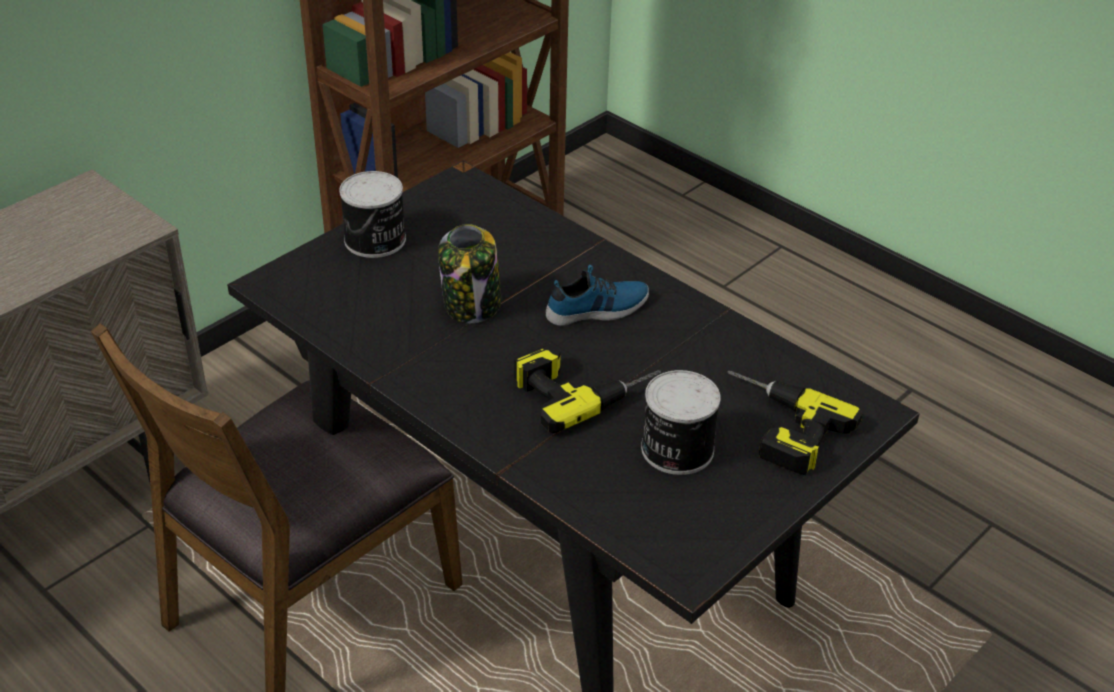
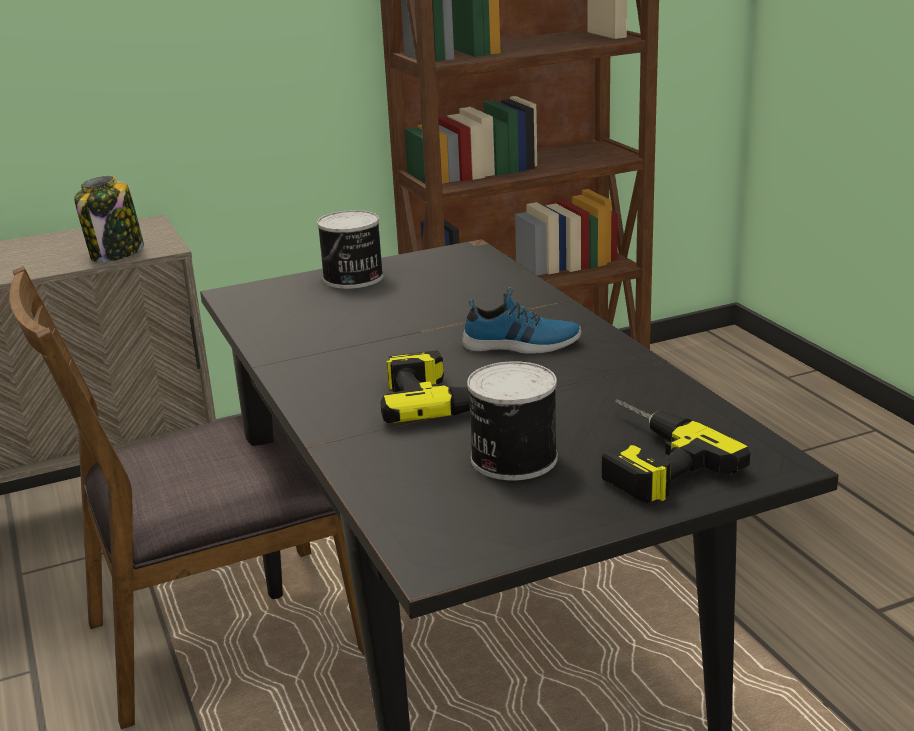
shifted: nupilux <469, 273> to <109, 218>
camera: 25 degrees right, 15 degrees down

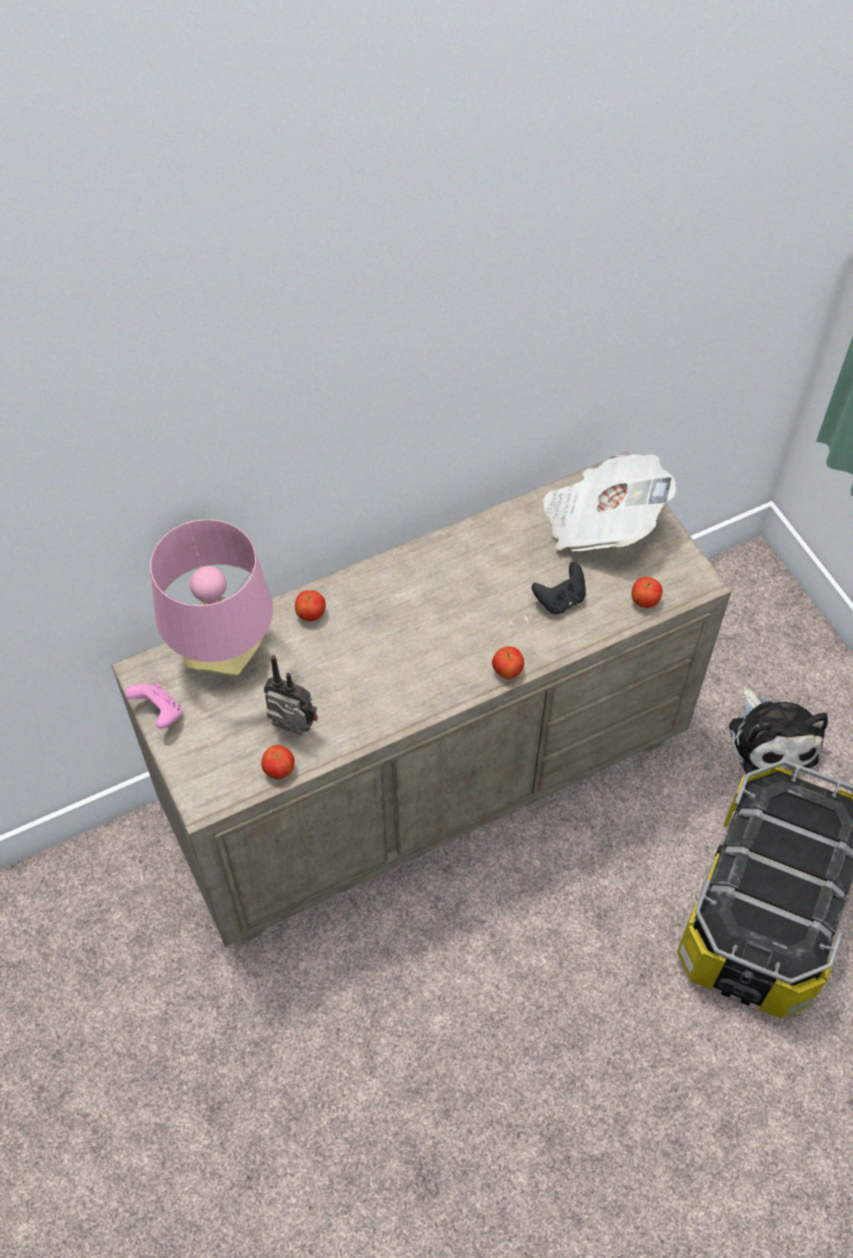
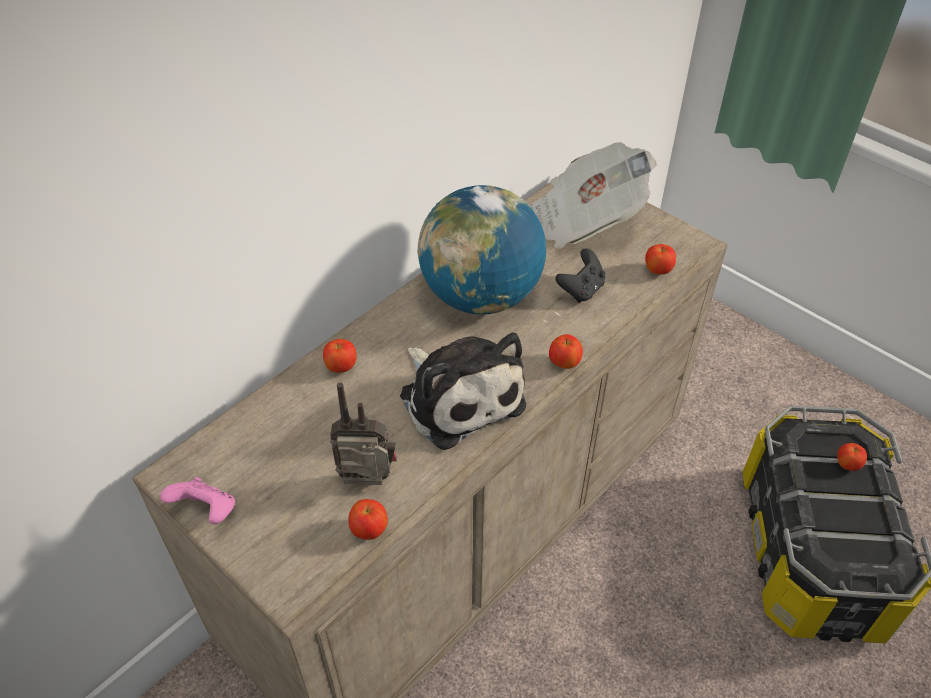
gone: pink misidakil <211, 597>
new: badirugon <481, 250>; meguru <852, 457>
shifted: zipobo <778, 730> to <463, 391>
camera: 20 degrees left, 10 degrees down

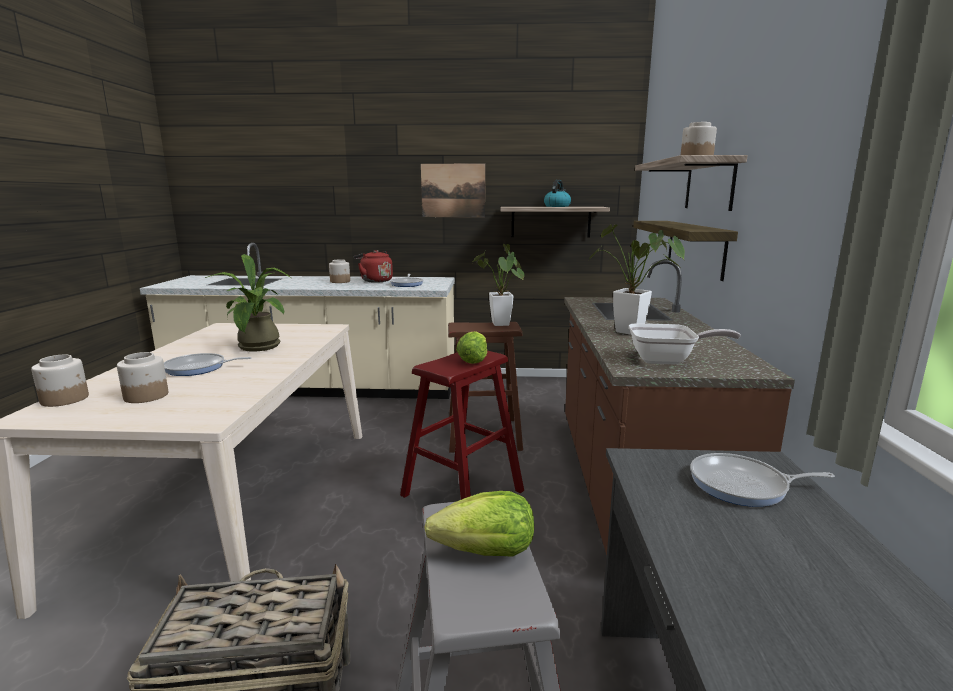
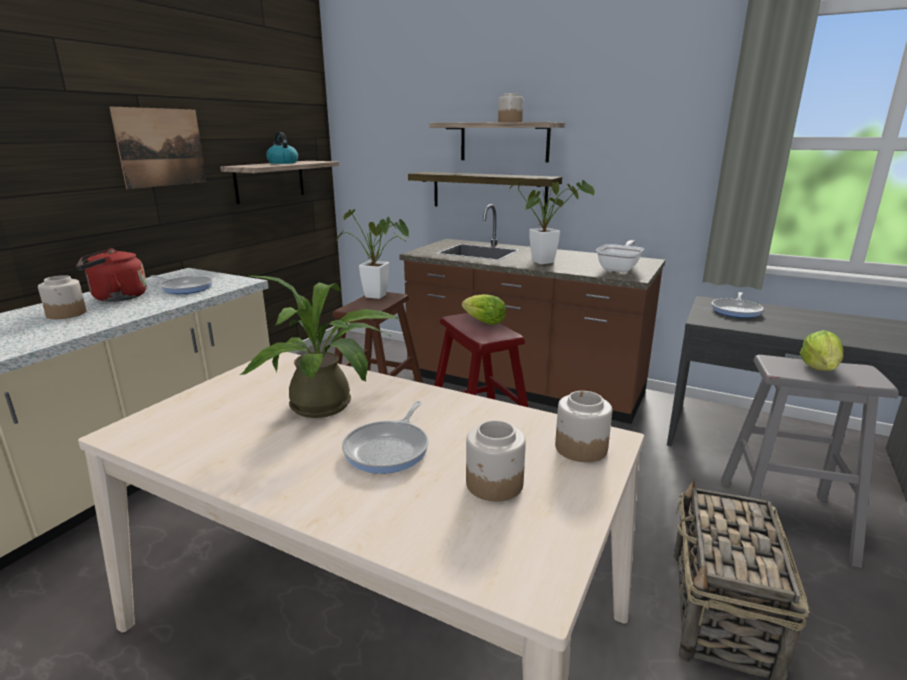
shifted: nupilux <60, 380> to <583, 426>
camera: 65 degrees left, 5 degrees up

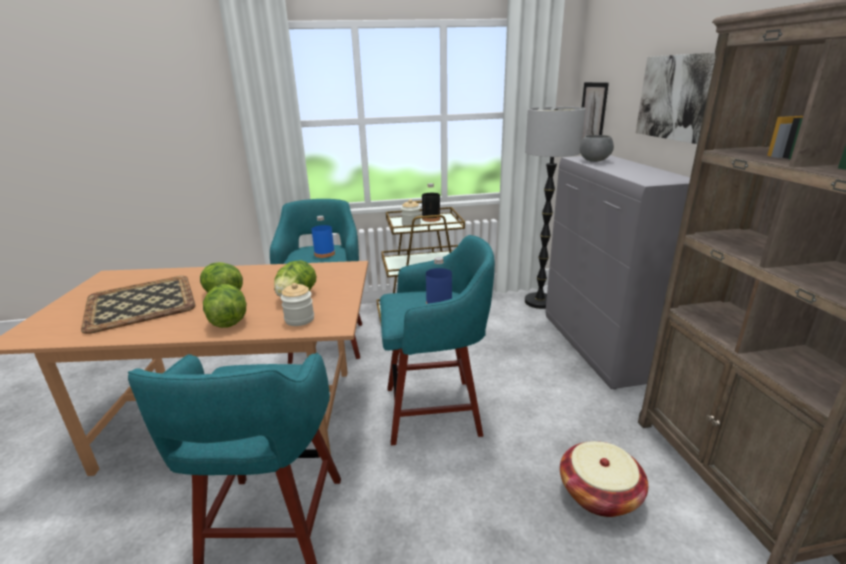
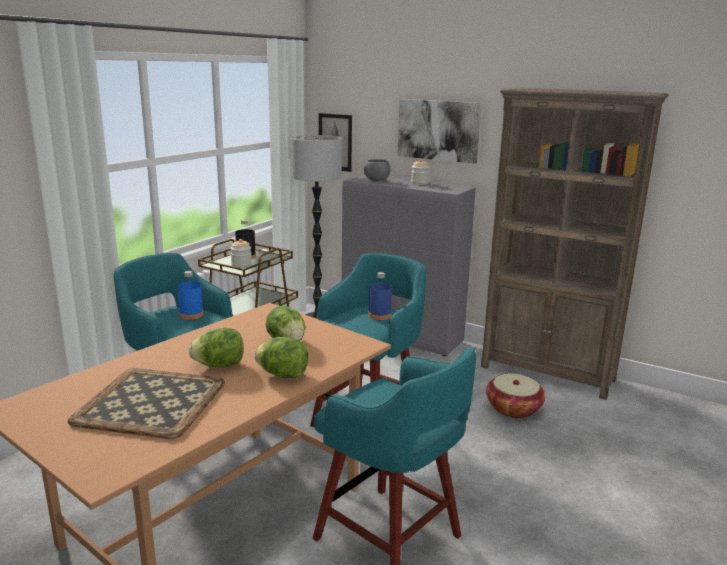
shifted: nupilux <297, 304> to <420, 172>
camera: 50 degrees left, 5 degrees down

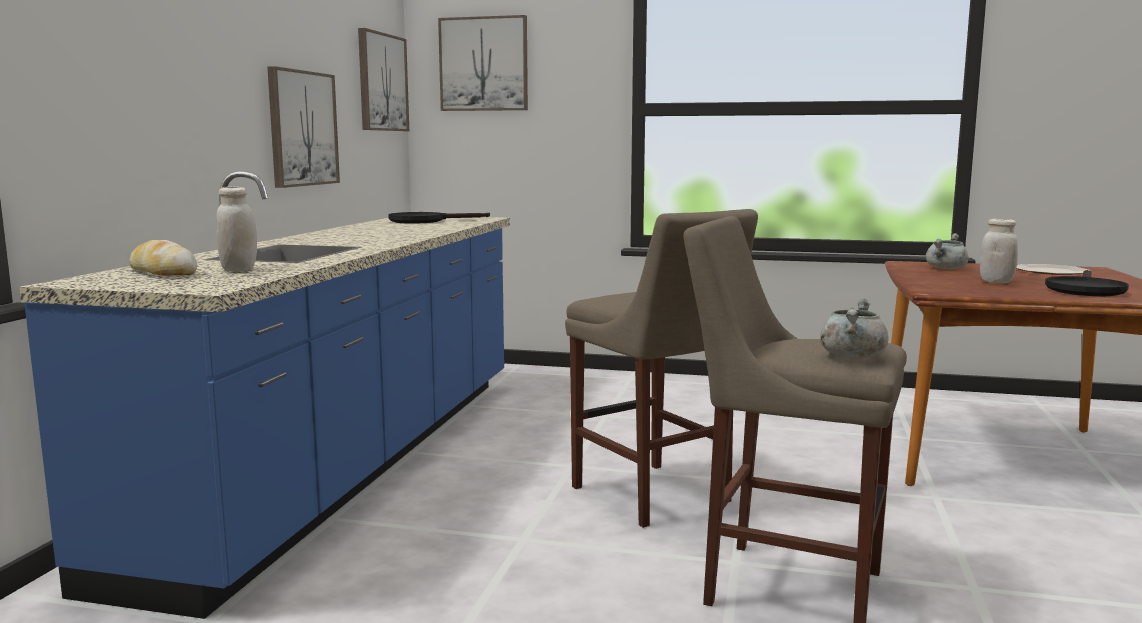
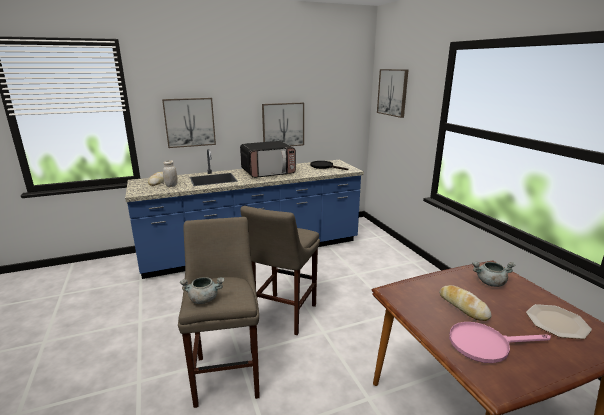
new: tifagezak <268, 159>
shifted: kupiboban <383, 79> to <189, 123>
swapped: white nupilux <999, 251> to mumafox <465, 303>
repainted: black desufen <1087, 283> to pink desufen <500, 342>
camera: 55 degrees right, 10 degrees up

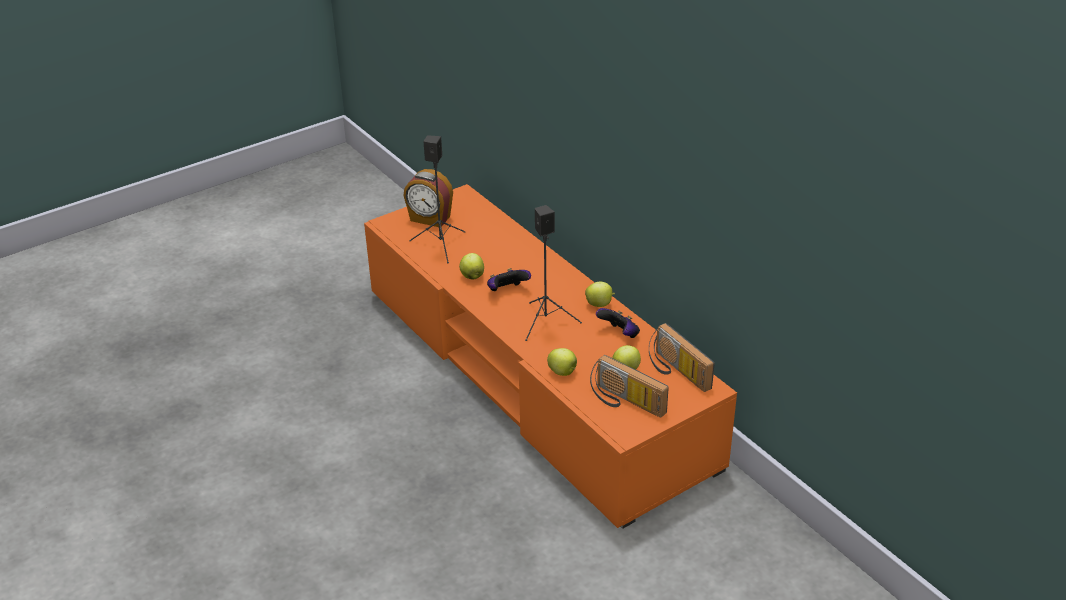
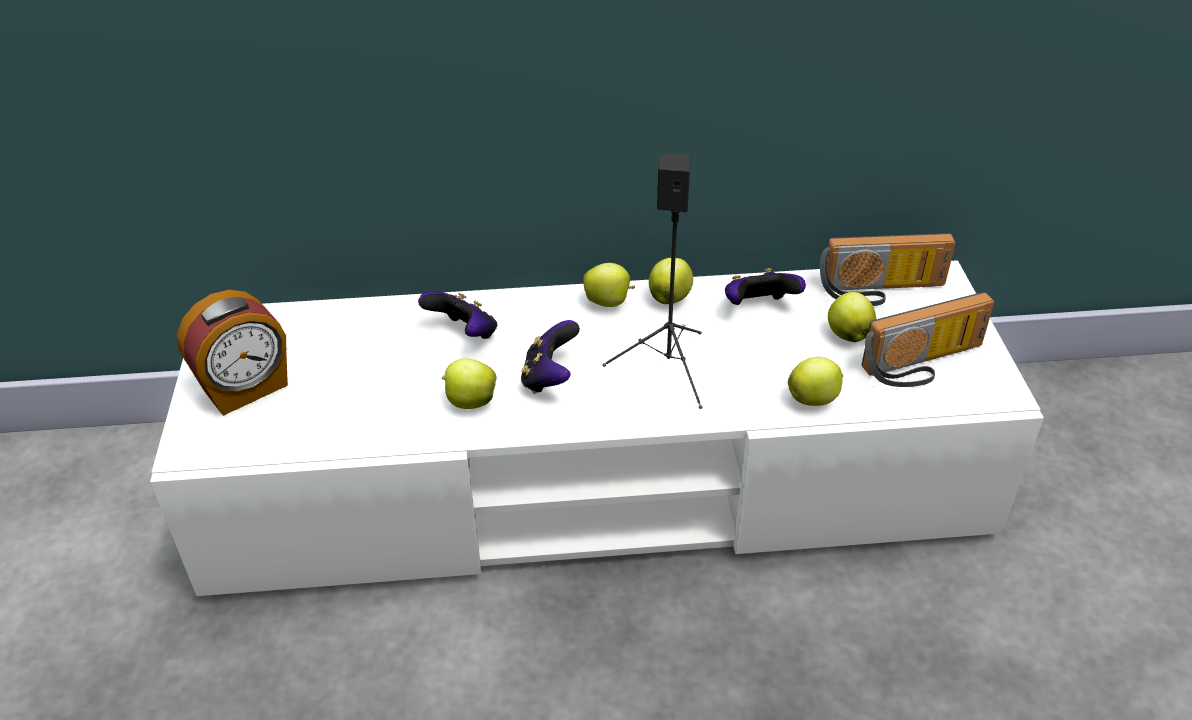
gone: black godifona <437, 199>
new: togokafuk <457, 315>; meguru <609, 285>
repainted: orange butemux <550, 356> to white butemux <597, 428>
camera: 60 degrees left, 5 degrees up

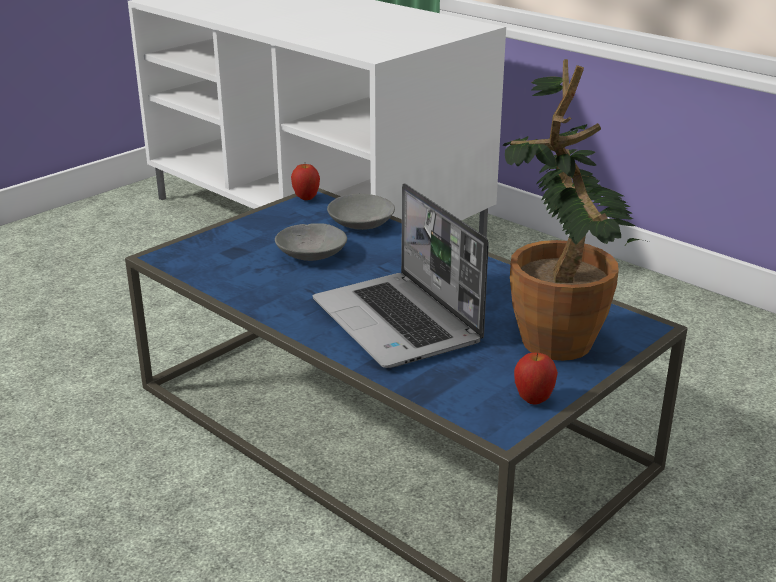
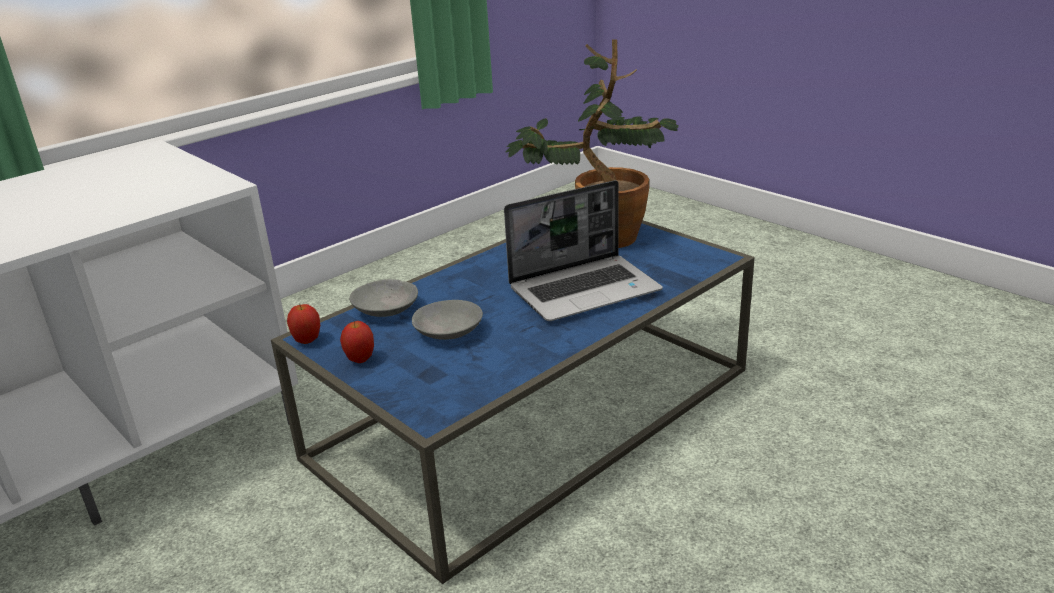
shifted: meguru <536, 379> to <357, 342>
camera: 85 degrees left, 0 degrees up

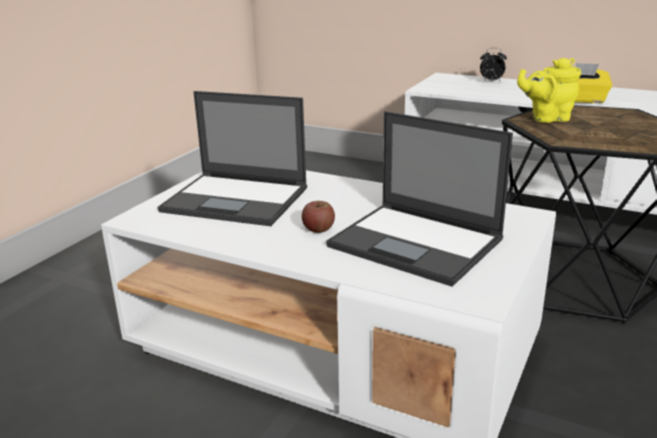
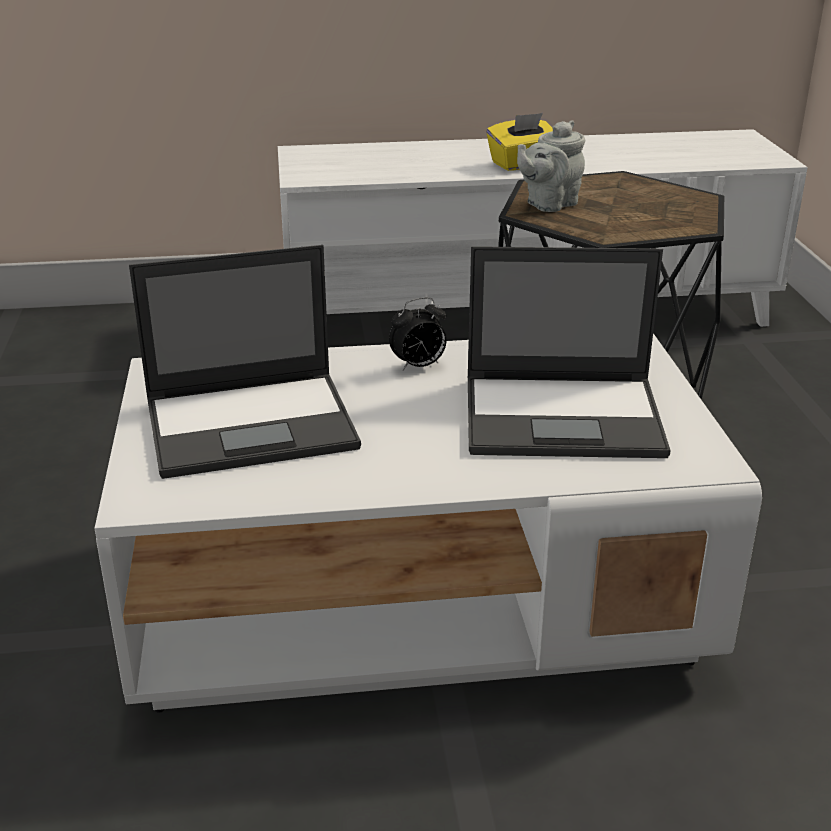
gone: meguru <318, 217>
shifted: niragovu <493, 65> to <417, 334>
repainted: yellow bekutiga <549, 90> to grey bekutiga <551, 166>
camera: 35 degrees left, 5 degrees up

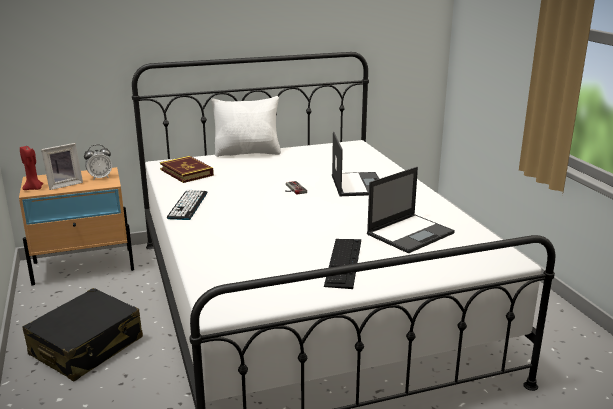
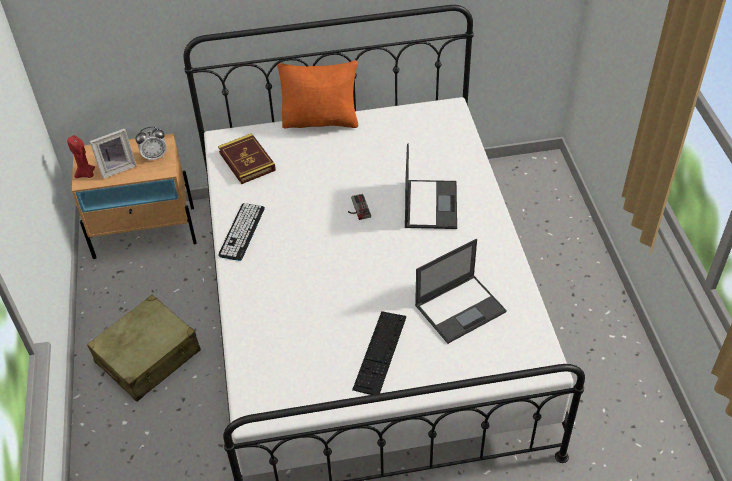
repainted: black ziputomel <82, 334> to beige ziputomel <144, 348>; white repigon <246, 126> to orange repigon <317, 94>
camera: 10 degrees right, 25 degrees up

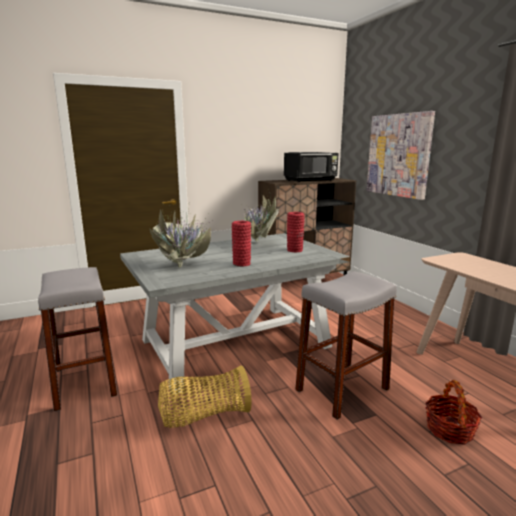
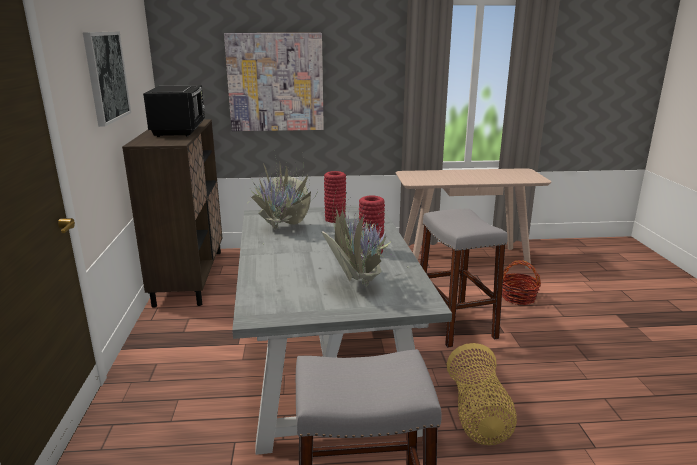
new: kupiboban <107, 79>
camera: 70 degrees left, 5 degrees up

